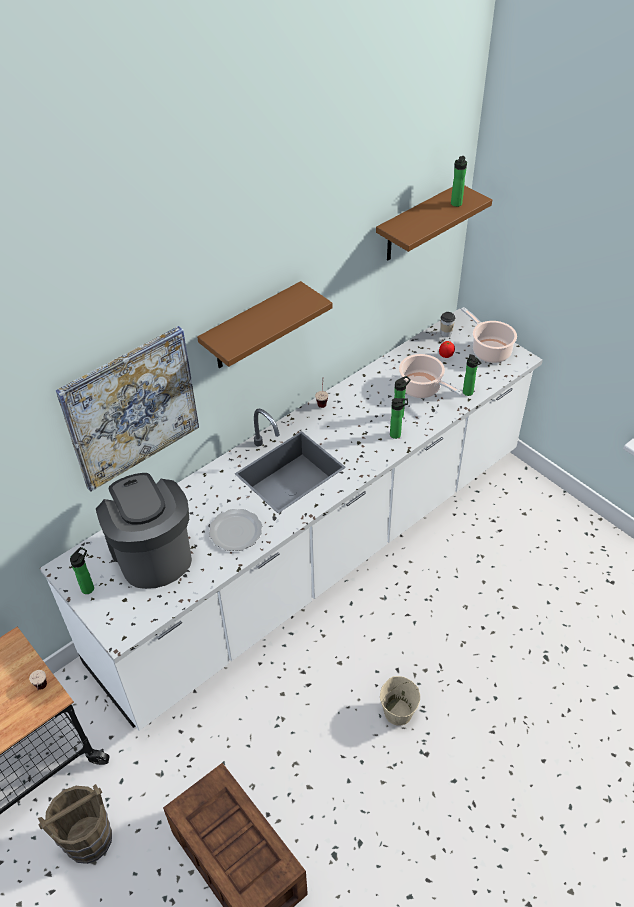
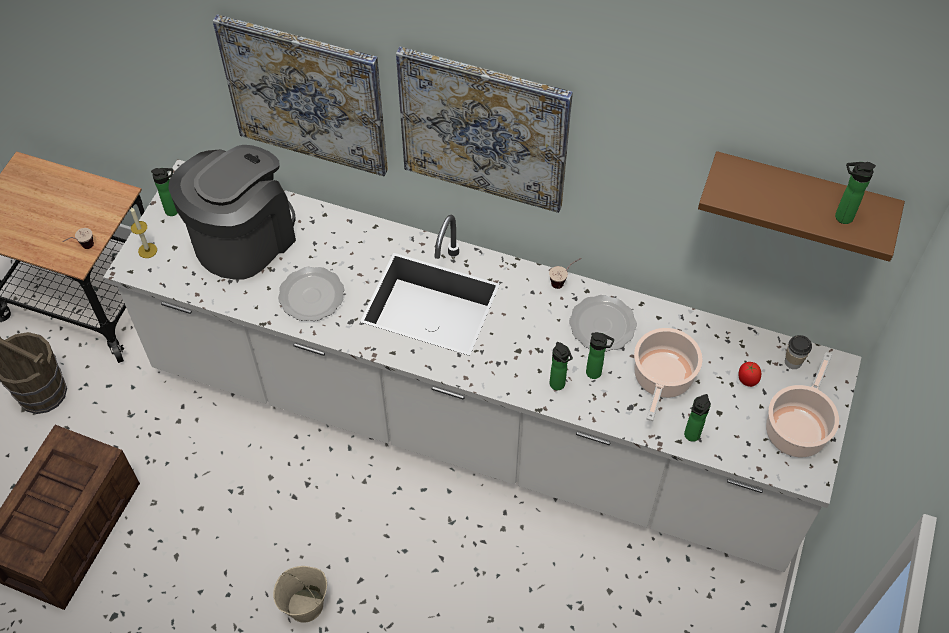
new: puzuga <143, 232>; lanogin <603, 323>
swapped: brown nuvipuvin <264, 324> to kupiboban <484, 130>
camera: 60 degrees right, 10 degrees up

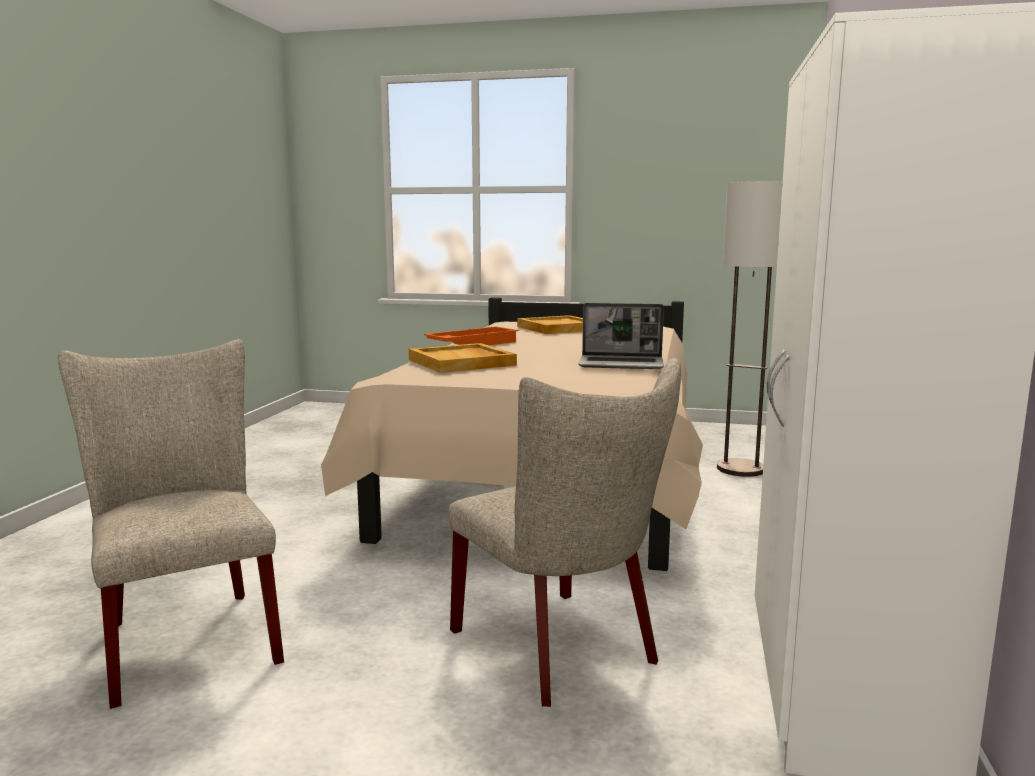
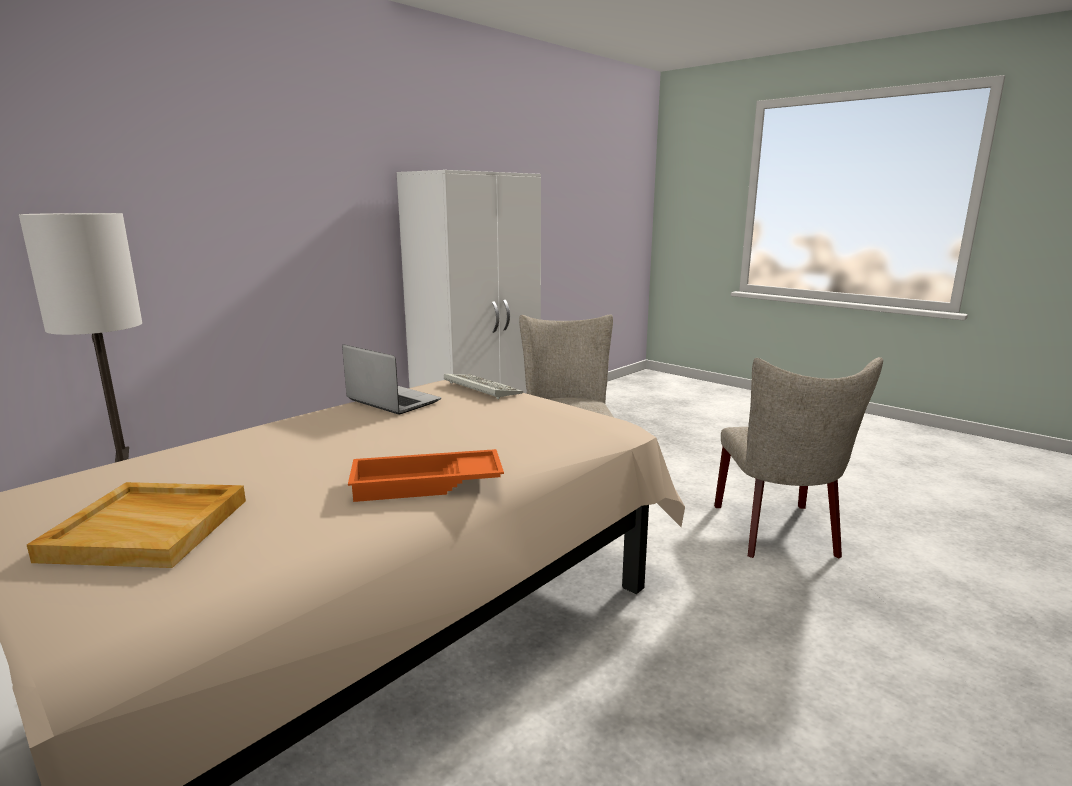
gone: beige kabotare <463, 358>
new: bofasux <483, 386>
camera: 150 degrees left, 5 degrees up

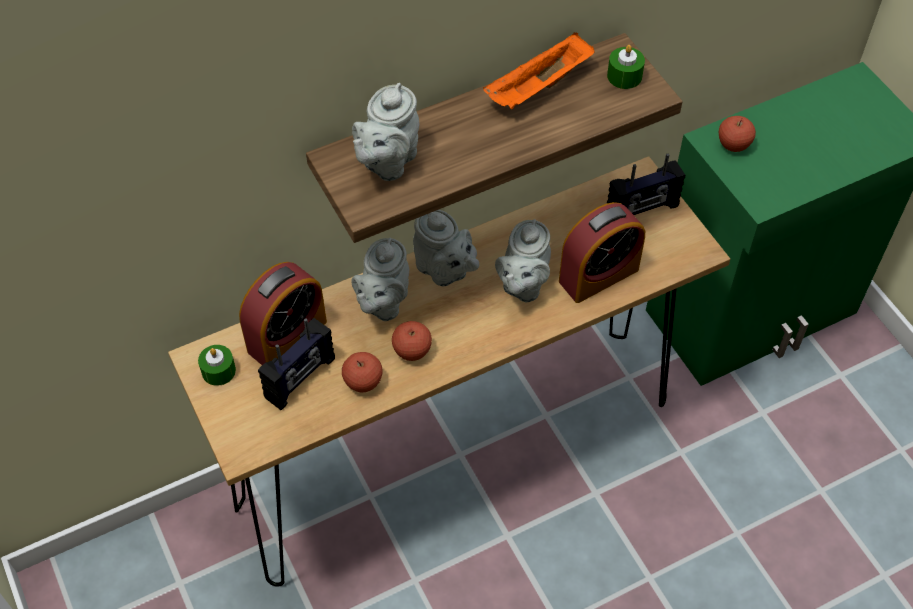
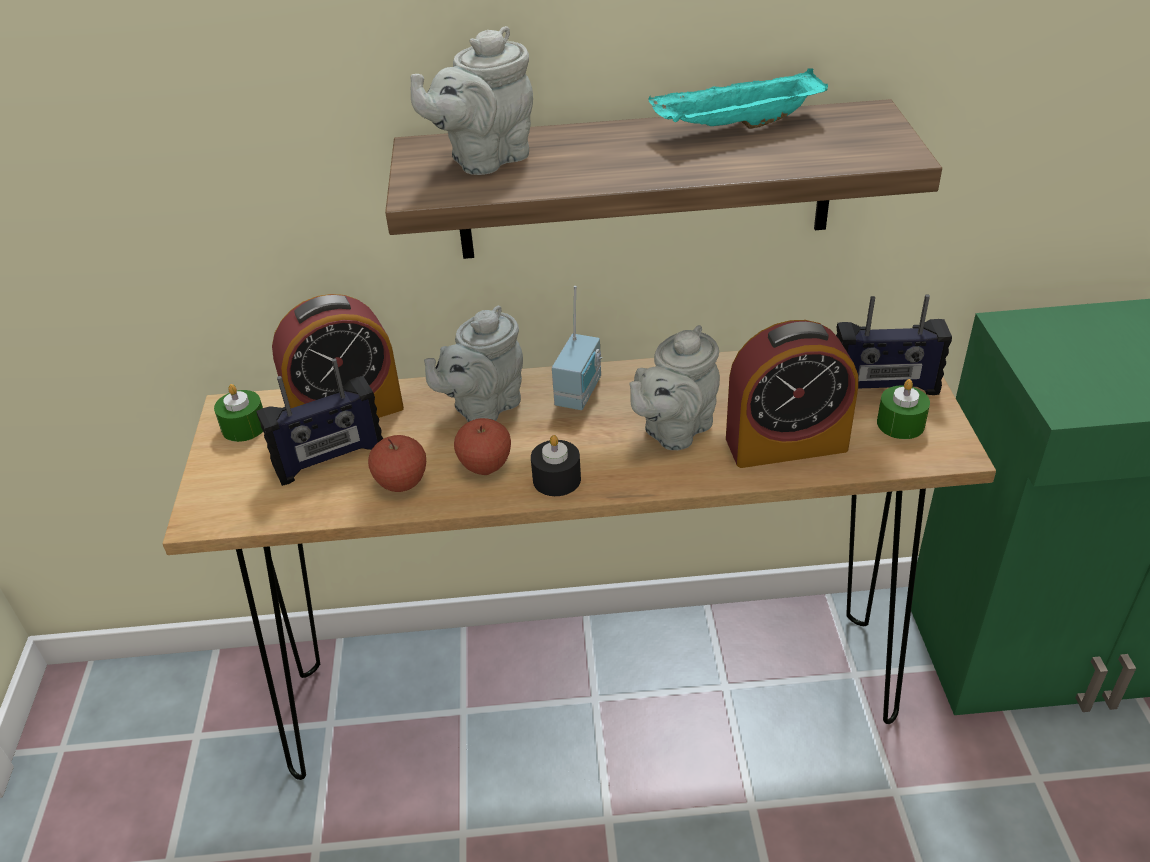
gone: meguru <737, 134>
new: black puzuga <556, 465>
shifted: green puzuga <626, 67> to <903, 409>
swapped: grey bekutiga <446, 248> to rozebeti <577, 348>
repainted: orange kabotare <538, 71> to turquoise kabotare <738, 98>
camera: 25 degrees right, 15 degrees down

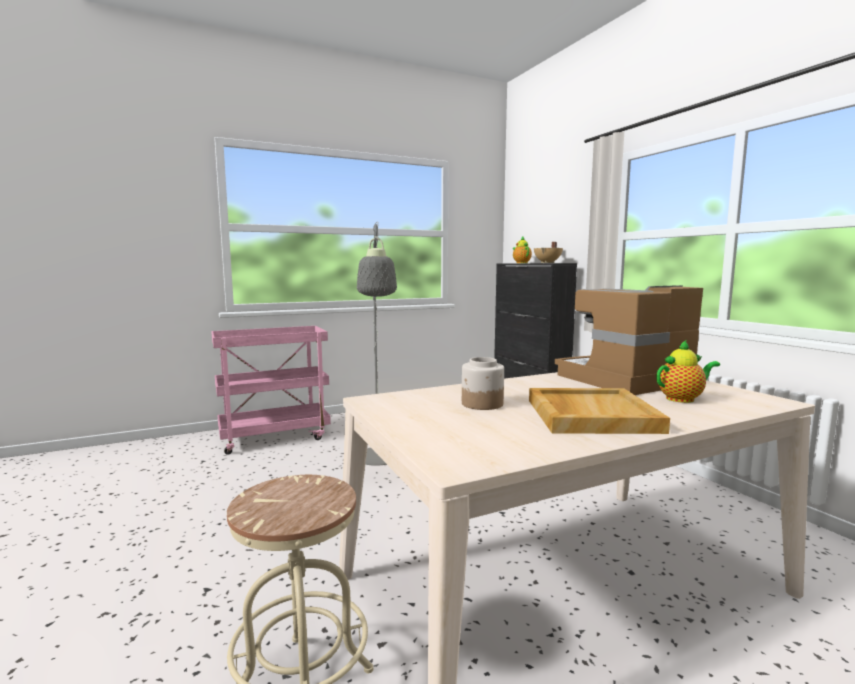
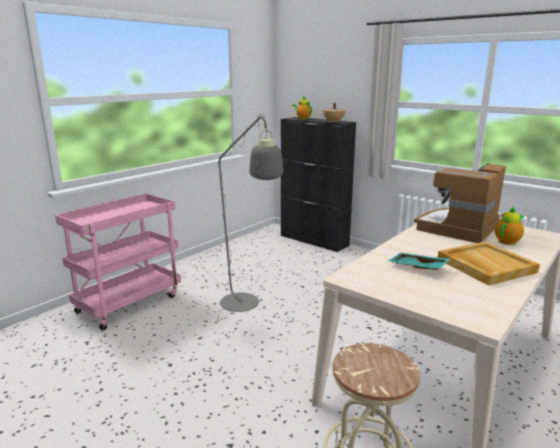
swapped: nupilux <483, 383> to turquoise kabotare <419, 261>
camera: 25 degrees left, 10 degrees up

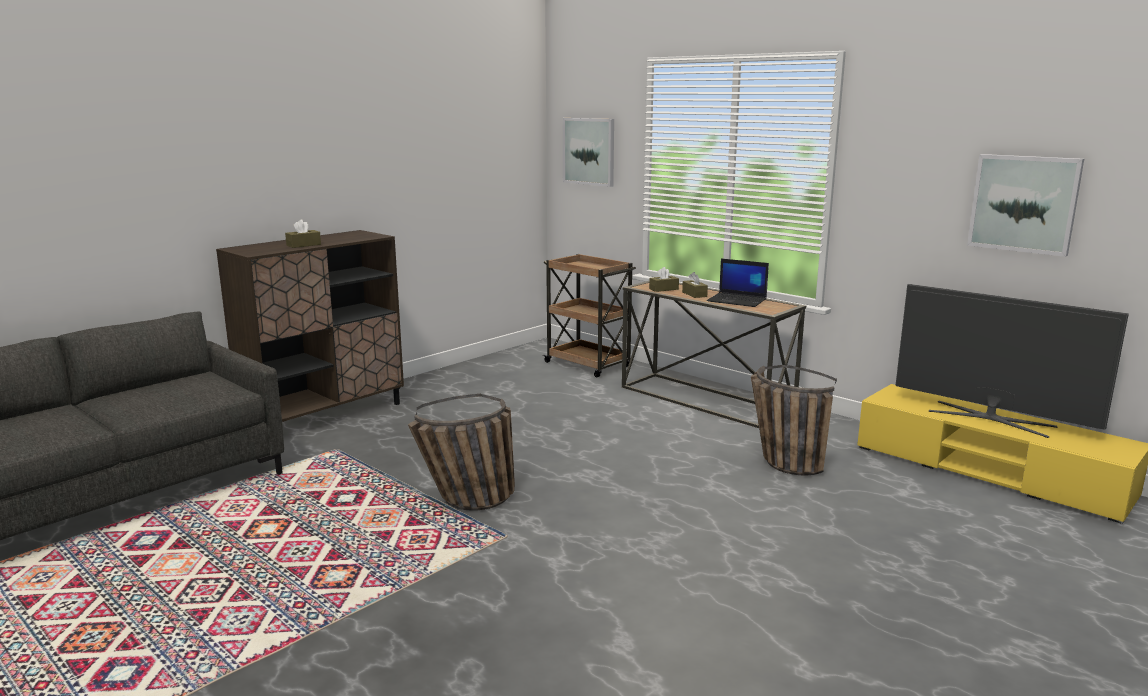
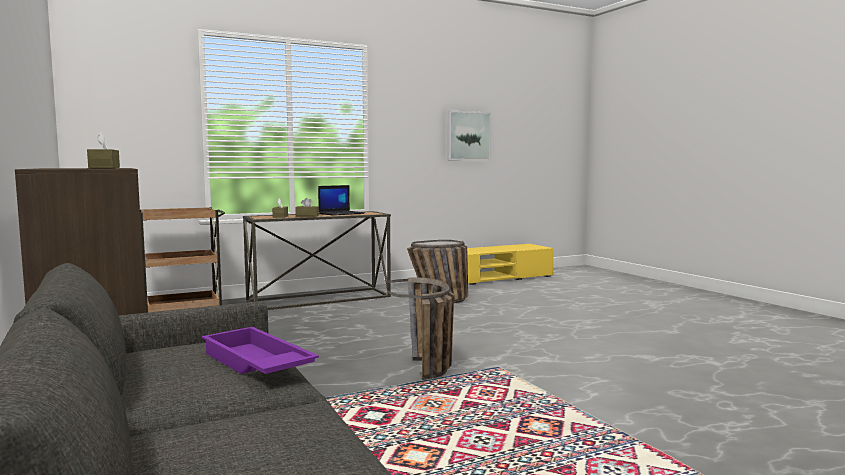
gone: kupiboban <588, 152>; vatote <1012, 361>
new: purple kabotare <260, 350>
camera: 70 degrees left, 10 degrees down

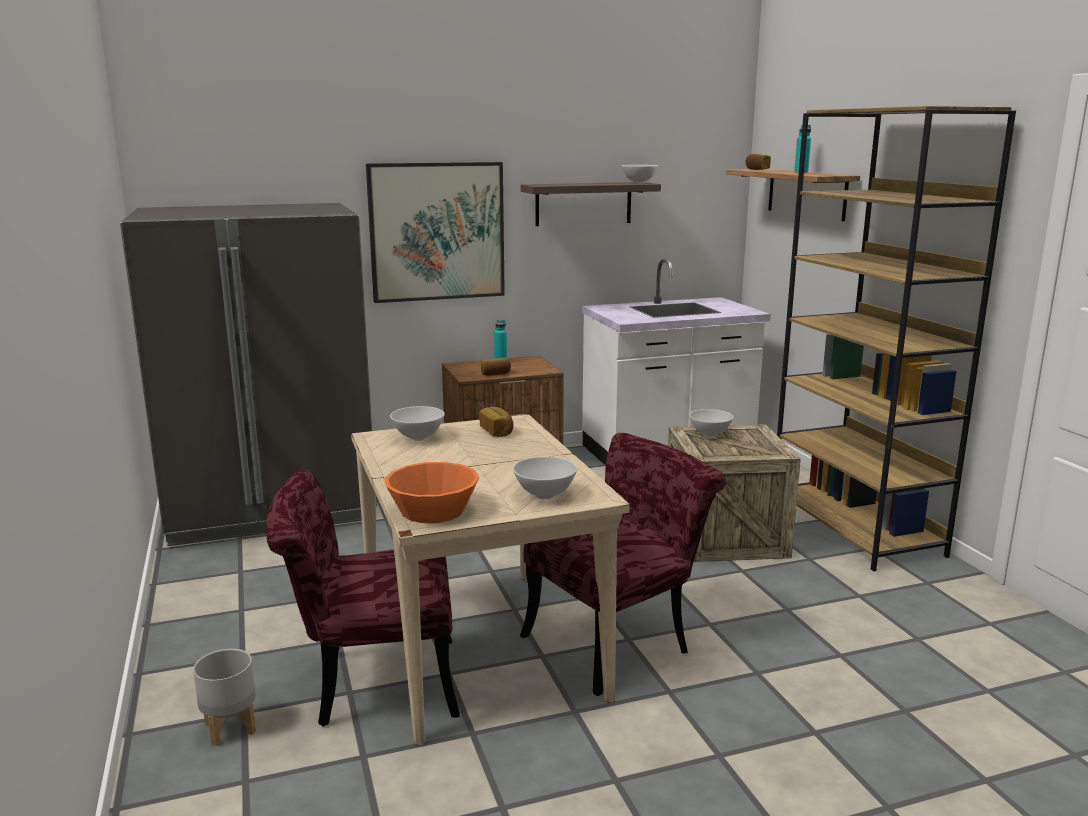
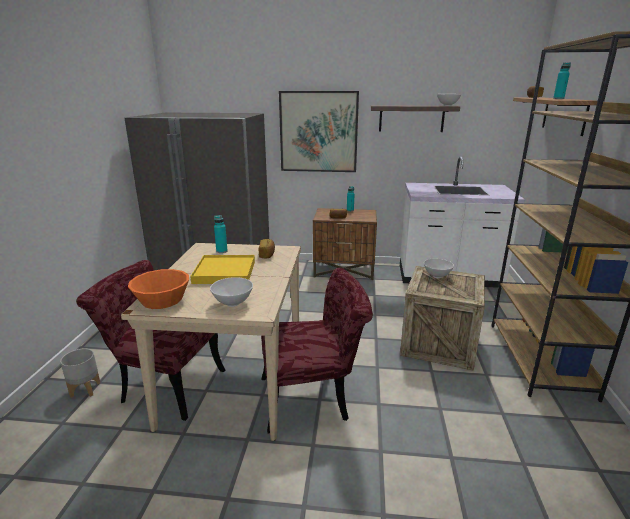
new: yellow kabotare <222, 269>
swapped: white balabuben <417, 423> to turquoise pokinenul <221, 234>
camera: 25 degrees right, 5 degrees up

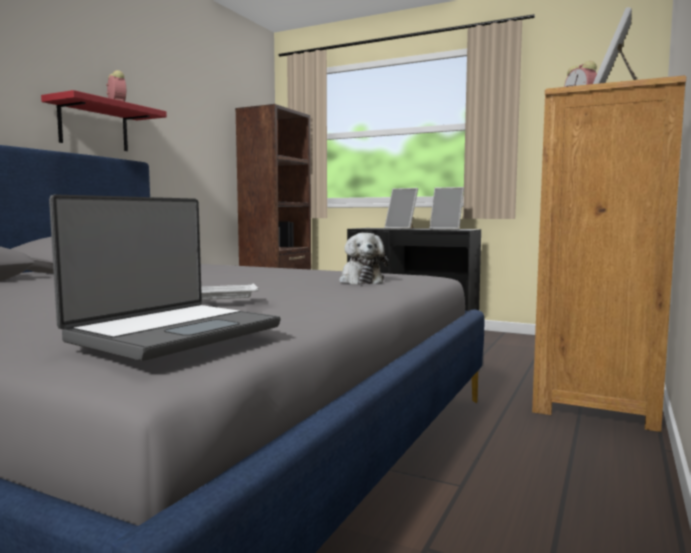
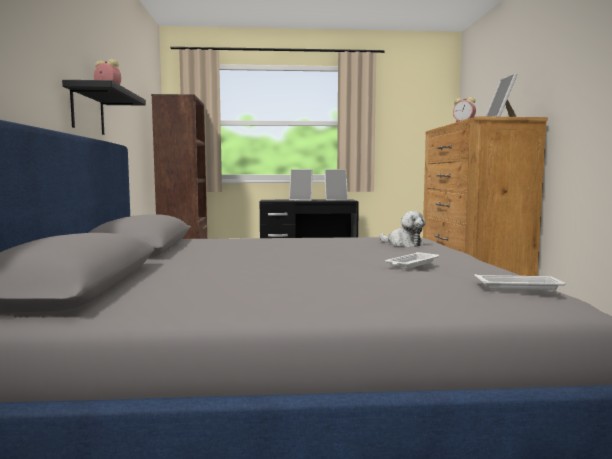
swapped: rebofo <165, 277> to white kabotare <520, 282>
repainted: red nuvipuvin <104, 120> to black nuvipuvin <104, 107>
camera: 30 degrees left, 0 degrees up

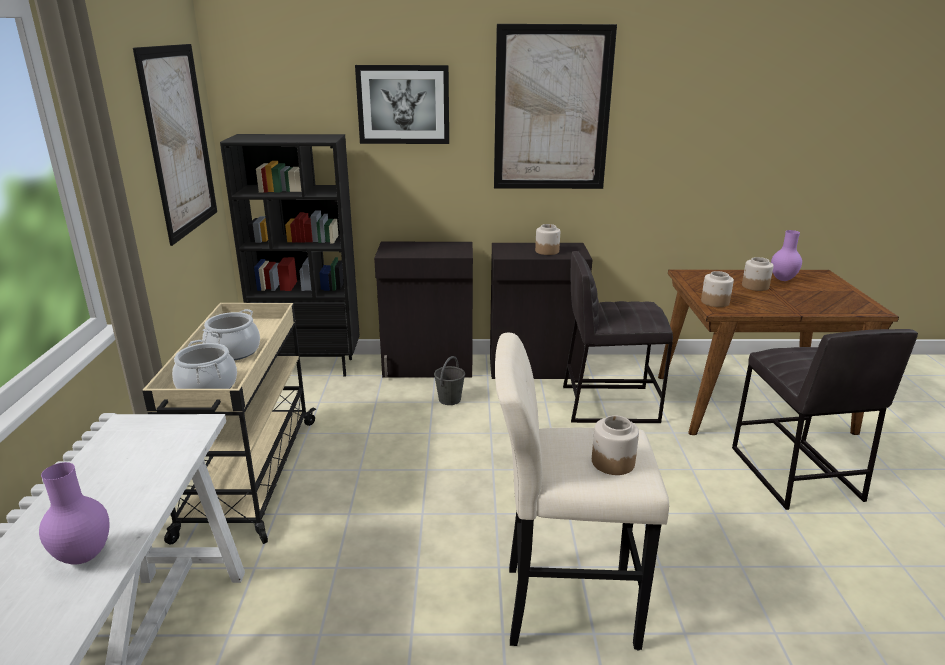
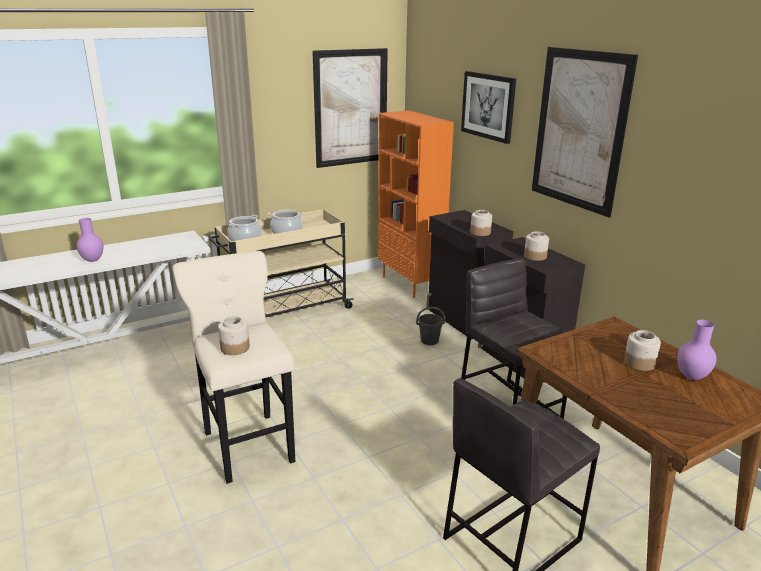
shifted: nupilux <717, 289> to <481, 223>
repainted: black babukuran <290, 255> to orange babukuran <416, 204>
camera: 60 degrees right, 0 degrees up

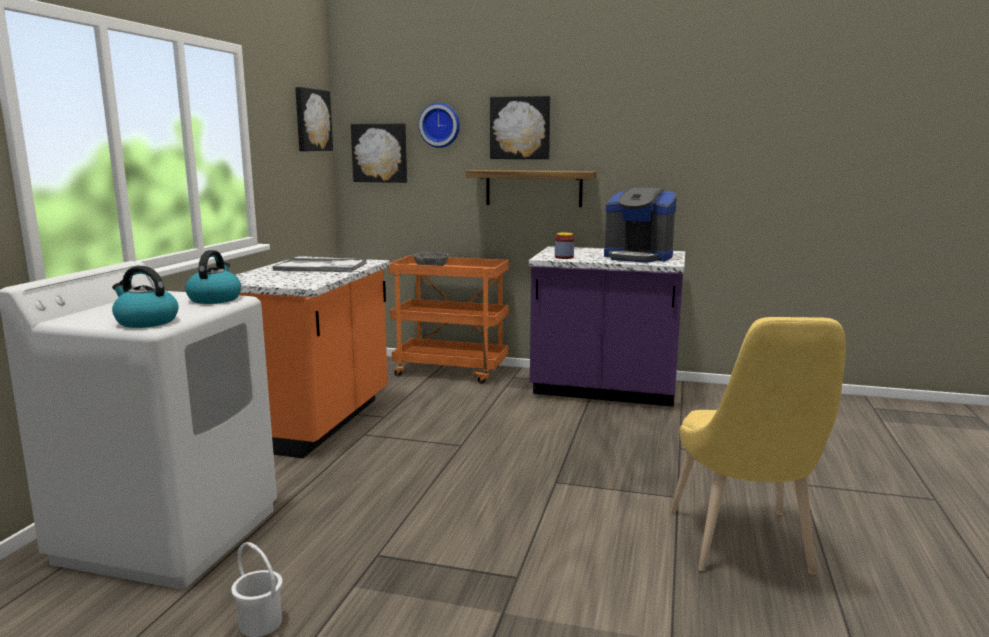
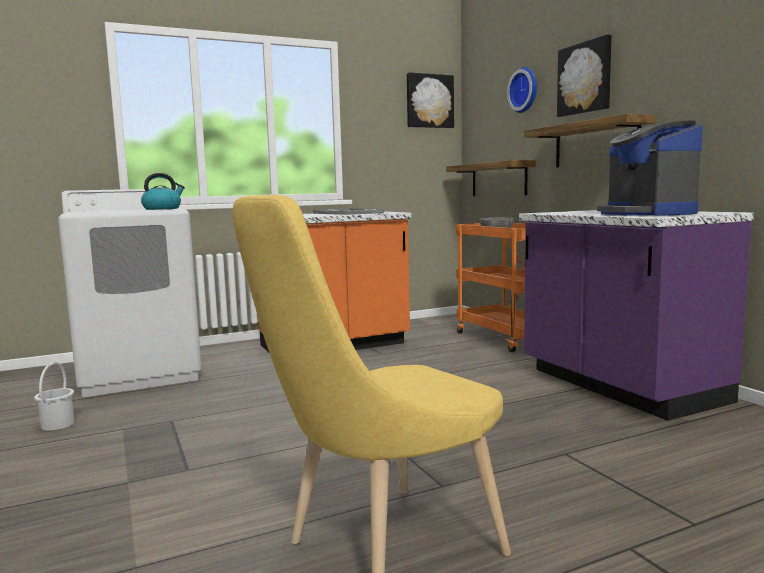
gone: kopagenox <145, 297>; kupiboban <379, 153>; nupilux <564, 245>
new: nuvipuvin <491, 178>
camera: 50 degrees right, 5 degrees down

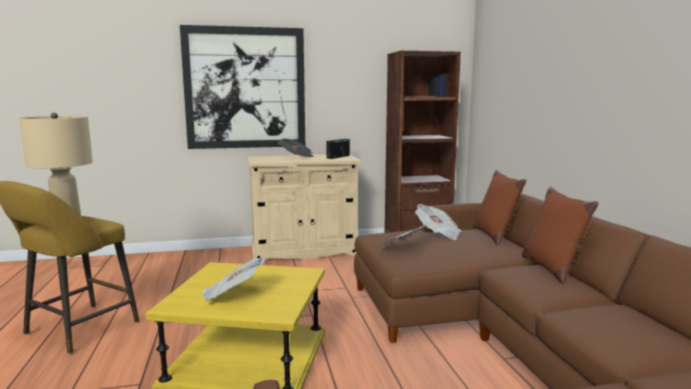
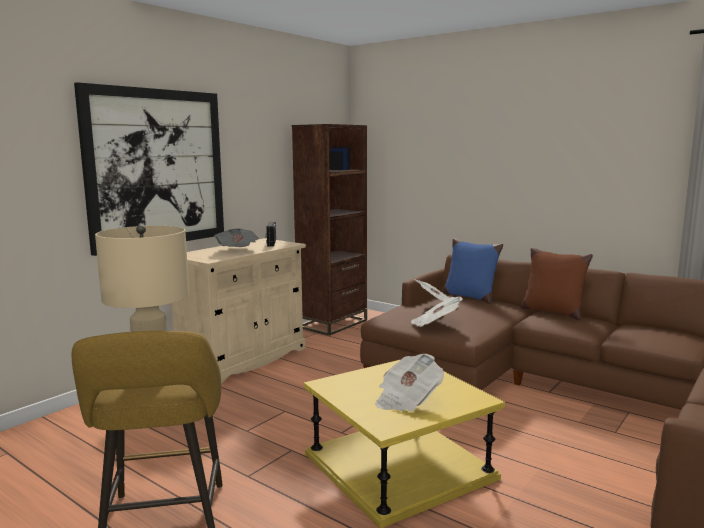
repainted: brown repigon <499, 207> to blue repigon <472, 271>
camera: 40 degrees left, 0 degrees up

